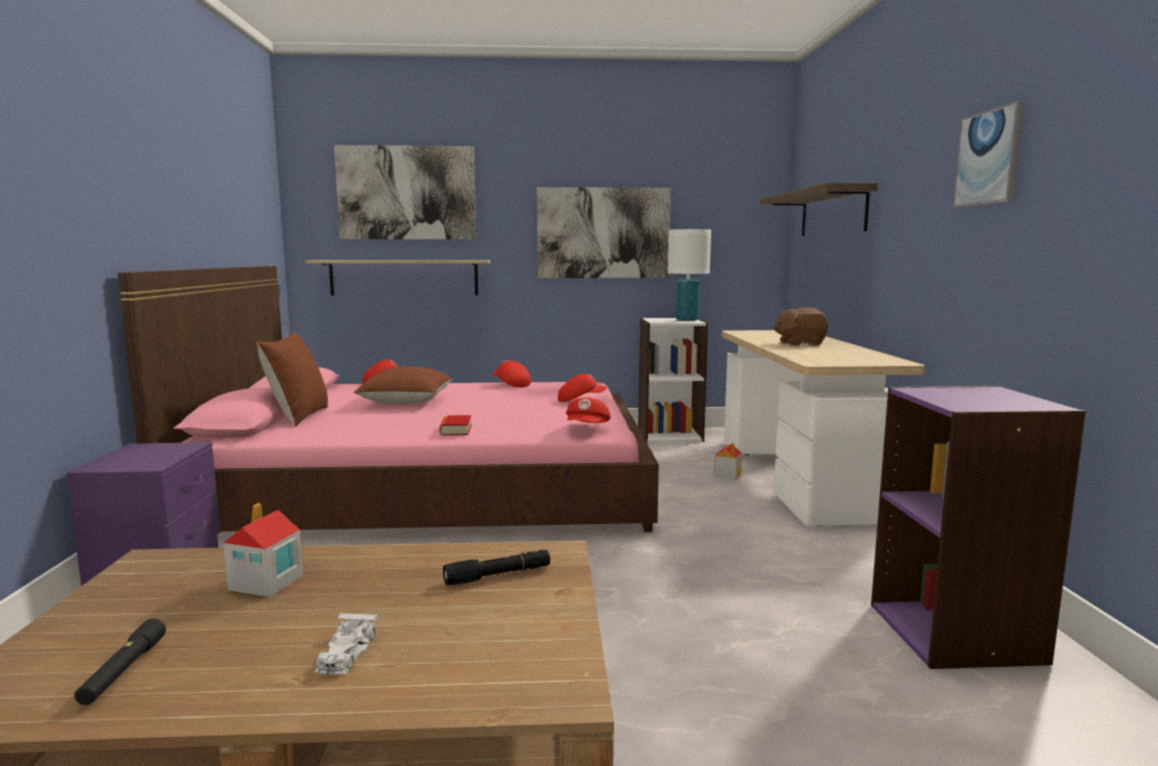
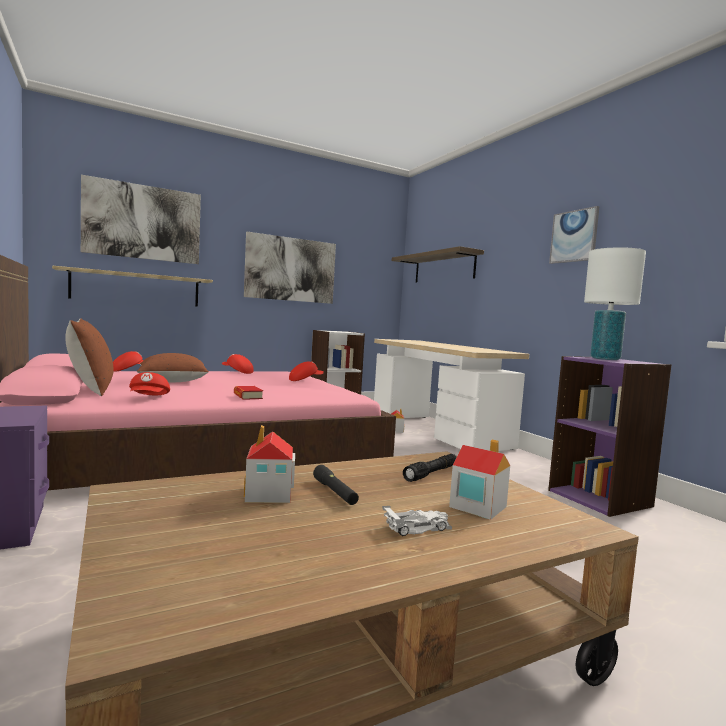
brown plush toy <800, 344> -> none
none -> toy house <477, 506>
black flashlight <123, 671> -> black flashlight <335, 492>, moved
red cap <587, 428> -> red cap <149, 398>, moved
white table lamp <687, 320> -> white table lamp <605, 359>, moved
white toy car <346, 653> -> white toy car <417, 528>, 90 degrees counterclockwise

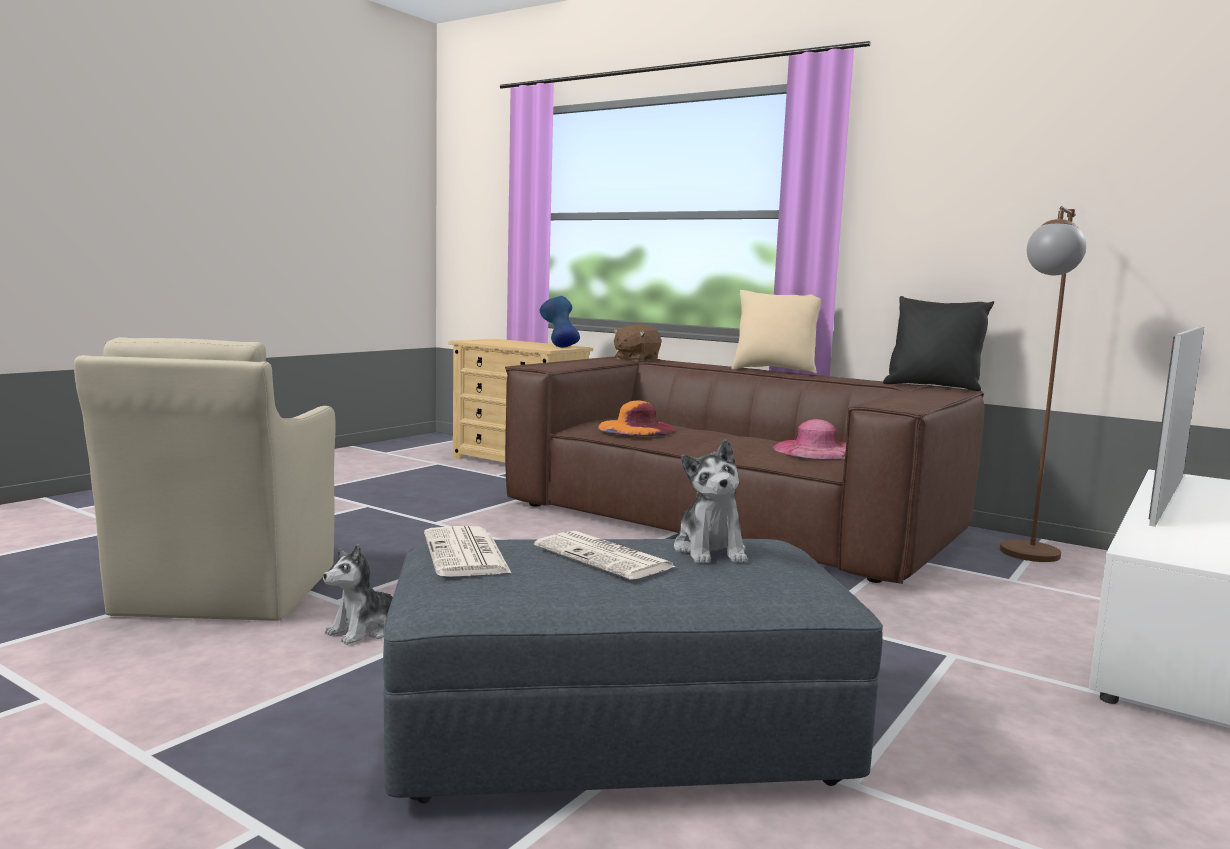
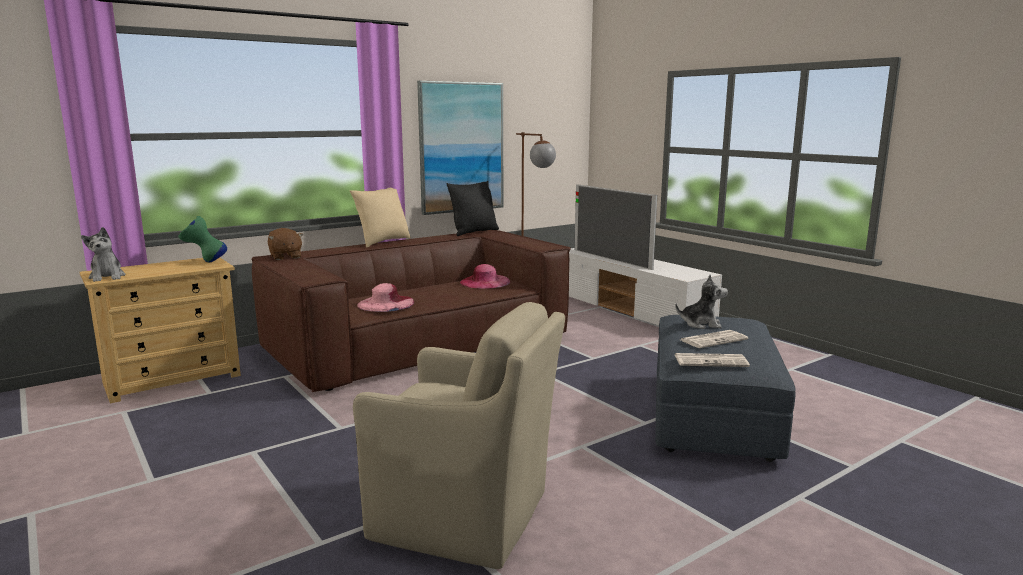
none -> picture <461, 147>
plush toy <364, 630> -> plush toy <107, 277>, moved
blue vase <559, 347> -> green vase <205, 262>
orange hat <637, 428> -> pink hat <386, 303>

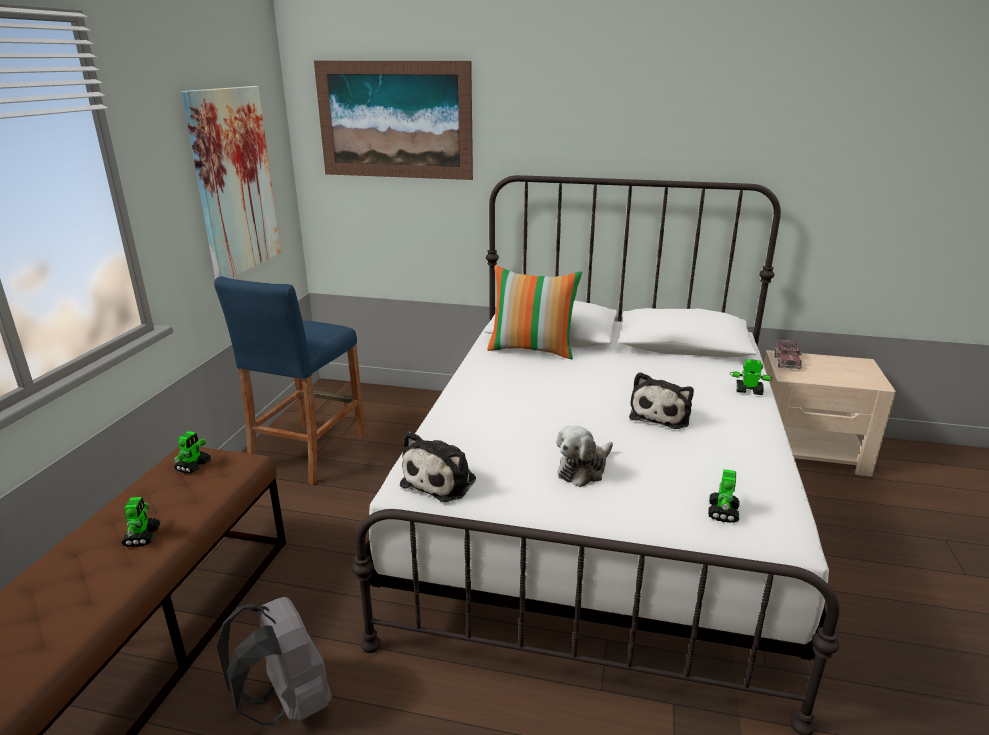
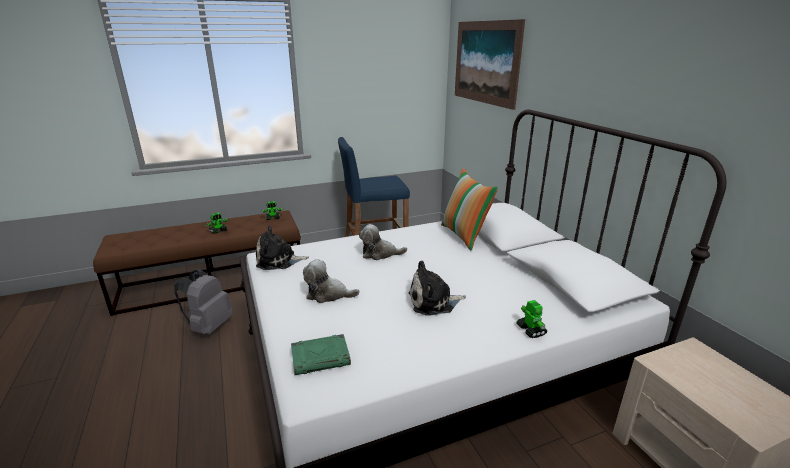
picture <234, 182> -> none
toy truck <786, 362> -> none
none -> plush toy <380, 254>
toy robot <723, 512> -> green book <321, 358>

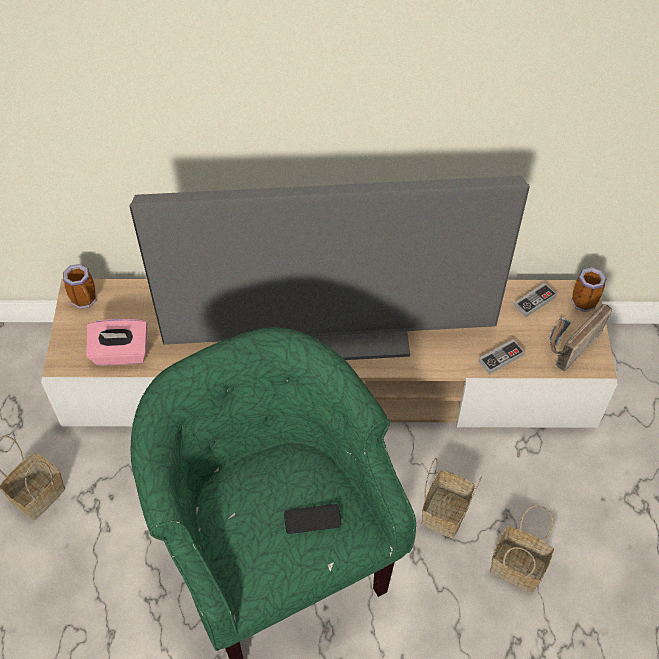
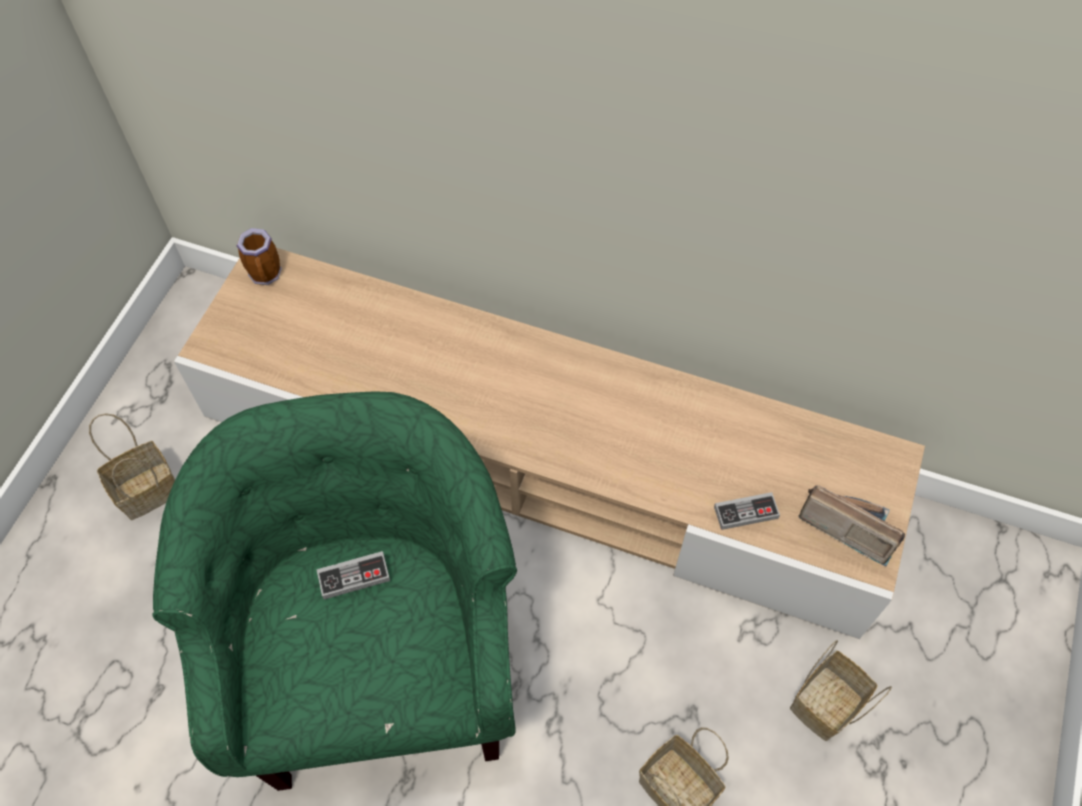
pink tissue box <121, 354> -> none
television <327, 328> -> none
phone <312, 519> -> none
mug <582, 299> -> none
basket <445, 514> -> basket <825, 706>, moved
game controller <534, 301> -> game controller <354, 577>, moved
radio <569, 345> -> radio <846, 524>, 60 degrees clockwise

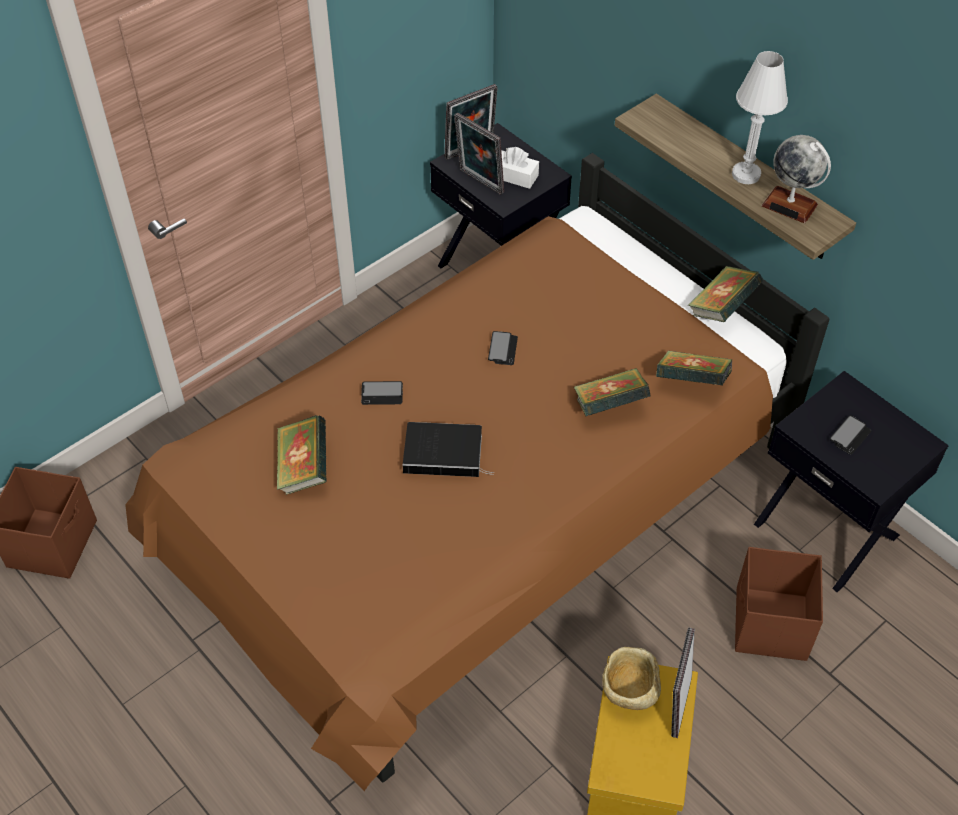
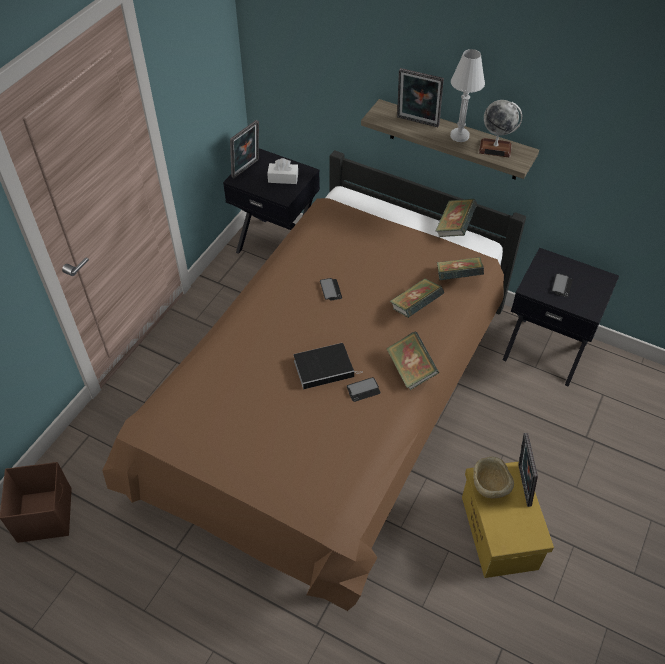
brown storage box <770, 625> -> none
book <303, 469> -> book <411, 370>, moved
phone <382, 394> -> phone <363, 390>, moved
picture frame <479, 183> -> picture frame <417, 123>, moved

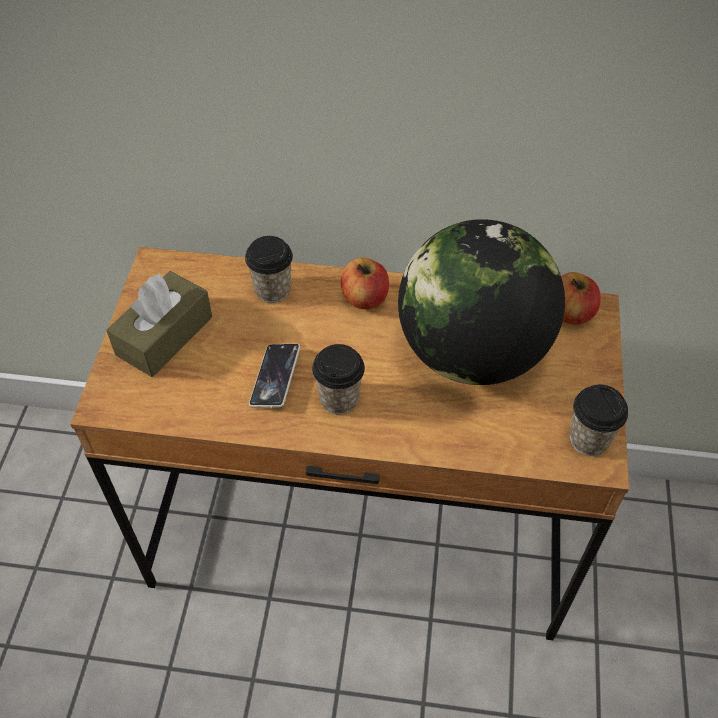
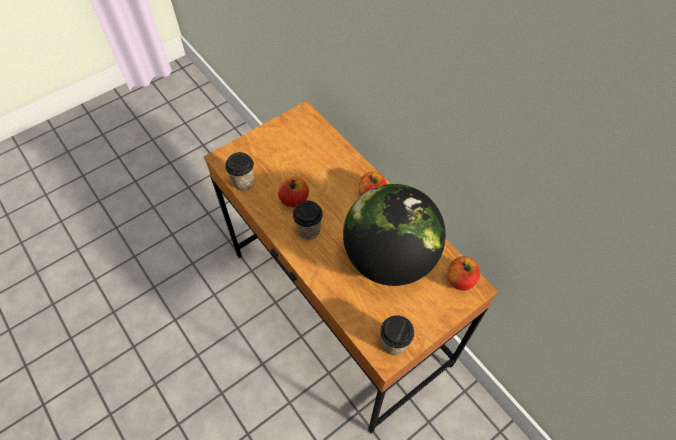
brown tissue box <164, 335> -> none
cup <272, 290> -> cup <244, 182>, moved
phone <275, 378> -> apple <294, 200>

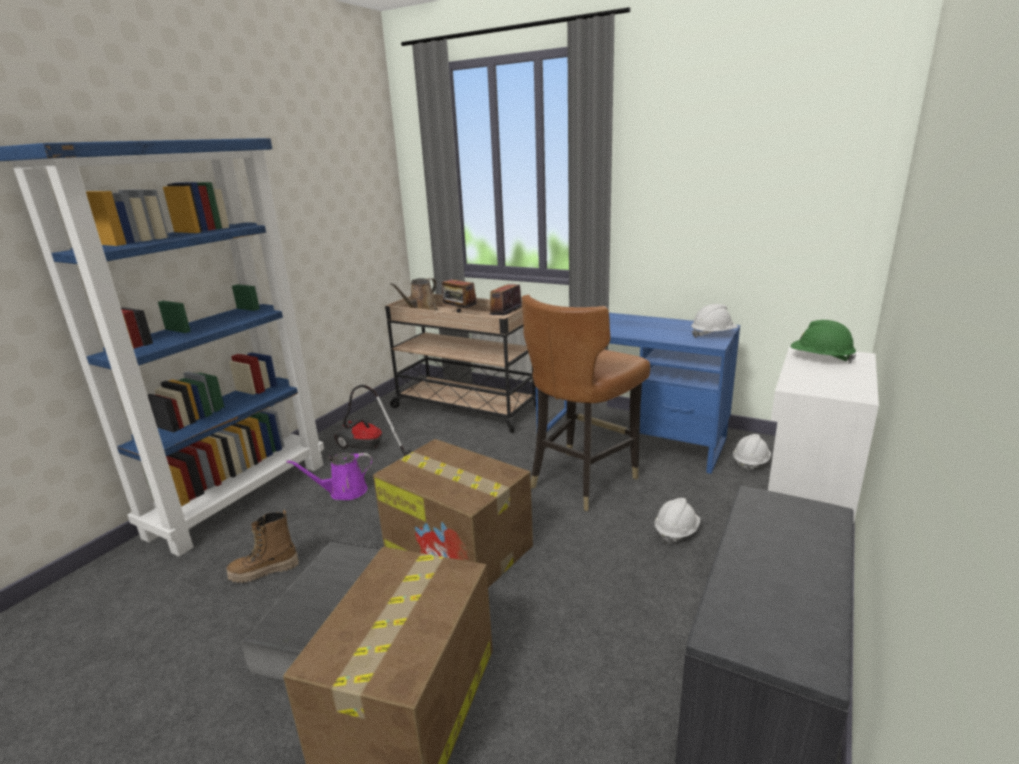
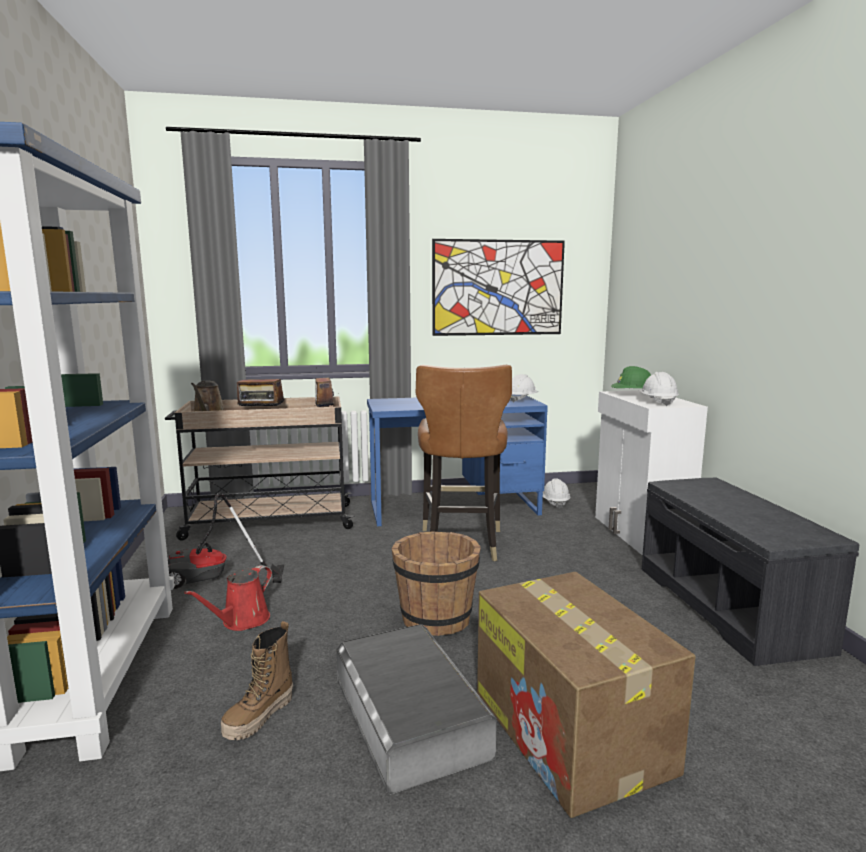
none -> picture <498, 288>
white hard hat <676, 531> -> white hard hat <658, 402>, moved
cardboard box <459, 547> -> brown bucket <436, 618>
purple watering can <344, 492> -> red watering can <242, 621>

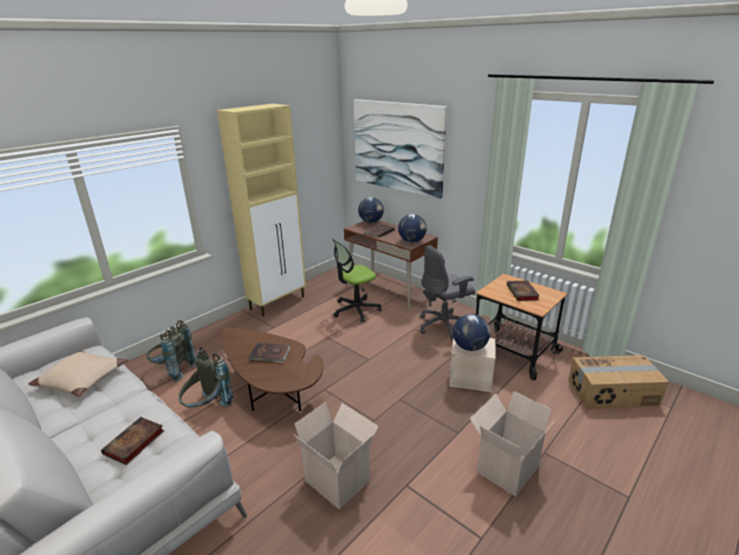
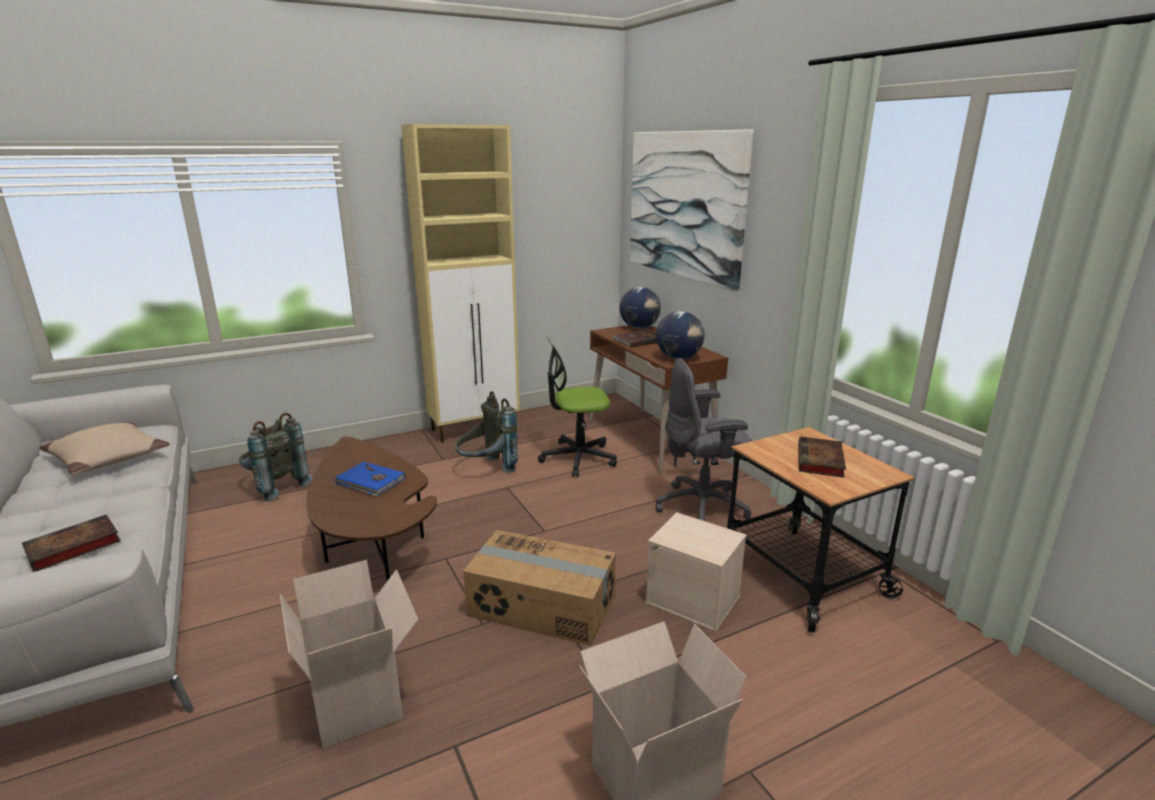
globe <470, 347> -> none
grey backpack <207, 408> -> grey backpack <486, 469>, moved
cardboard box <613, 393> -> cardboard box <542, 606>, moved
brown book <270, 354> -> blue book <370, 482>

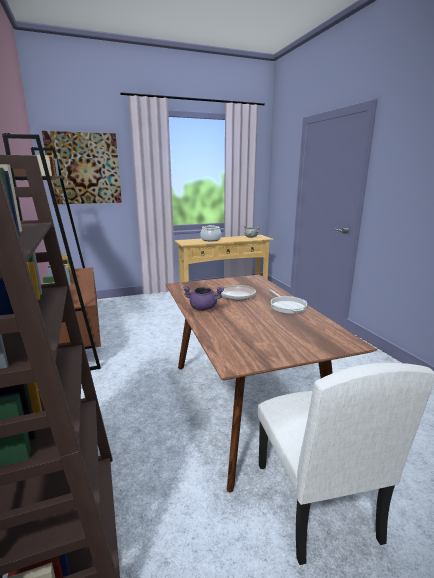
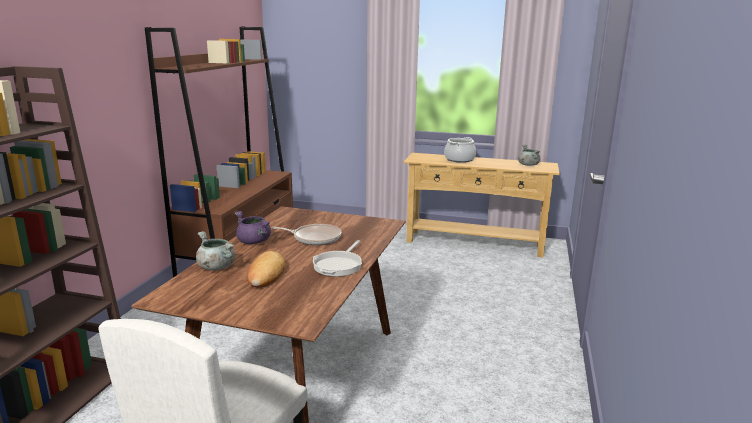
picture <84, 168> -> none
none -> grey cooking pot <216, 267>
none -> bread <266, 274>

